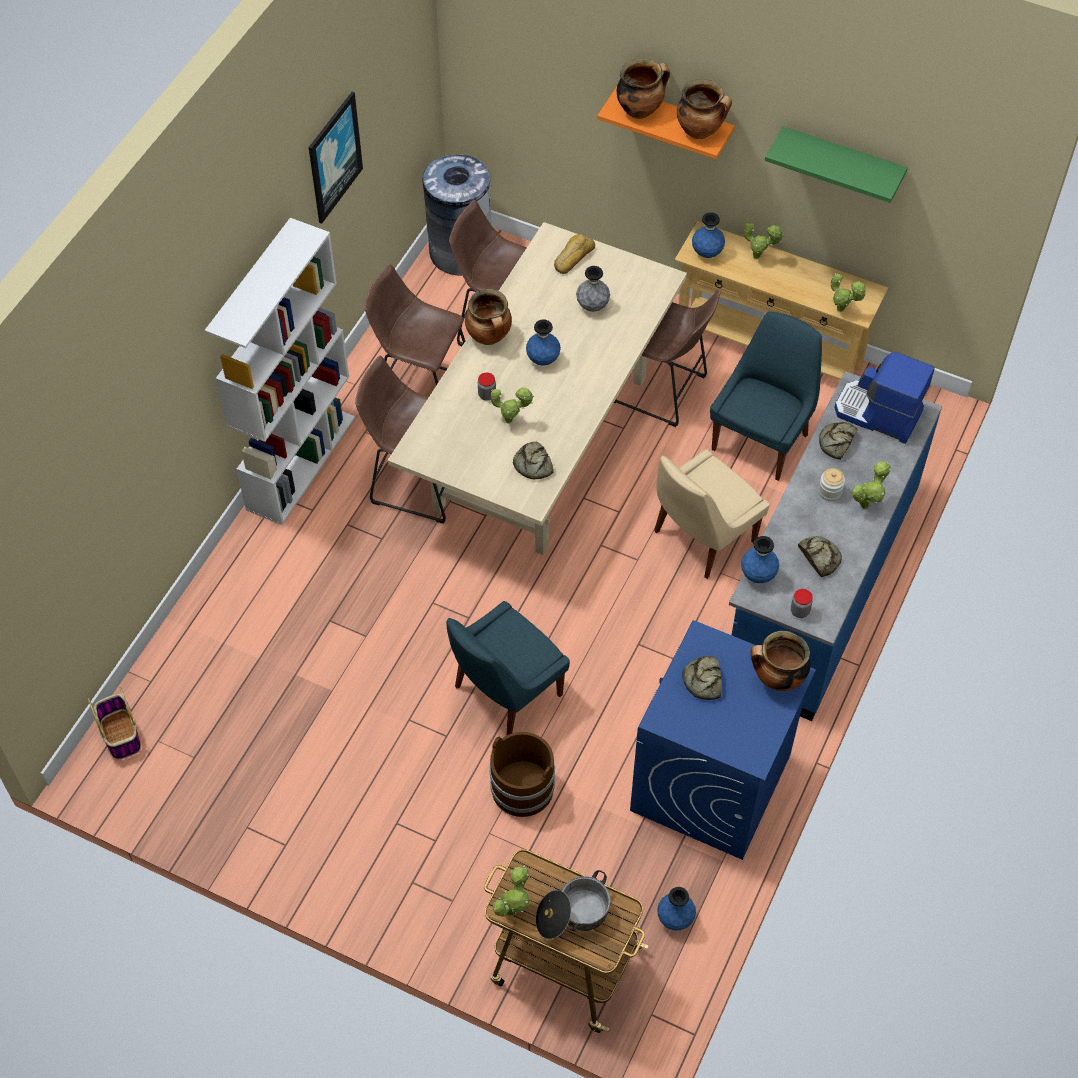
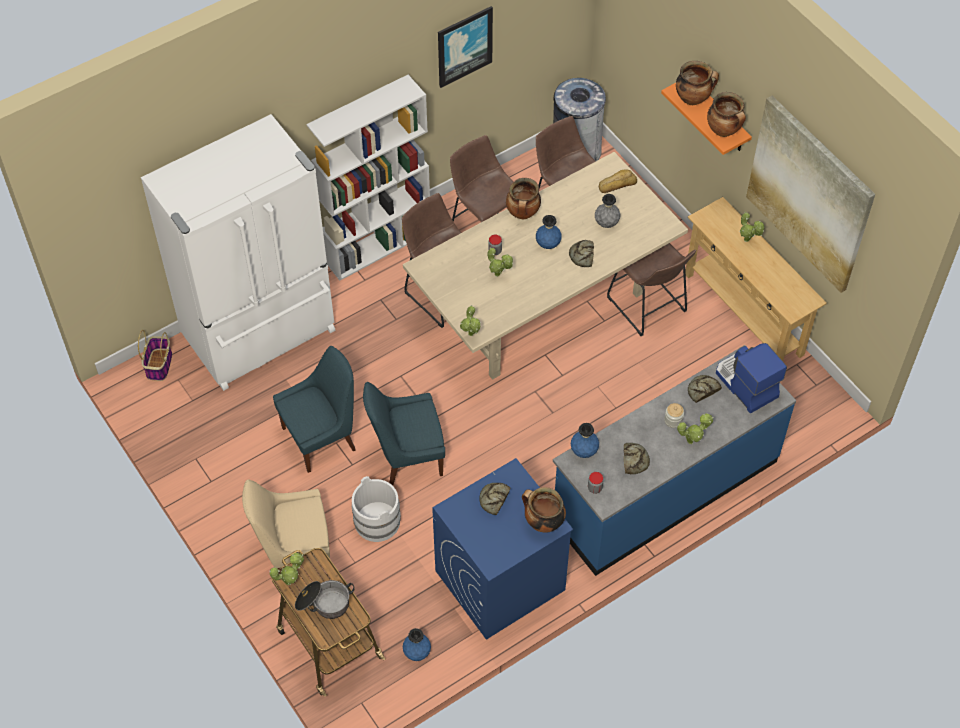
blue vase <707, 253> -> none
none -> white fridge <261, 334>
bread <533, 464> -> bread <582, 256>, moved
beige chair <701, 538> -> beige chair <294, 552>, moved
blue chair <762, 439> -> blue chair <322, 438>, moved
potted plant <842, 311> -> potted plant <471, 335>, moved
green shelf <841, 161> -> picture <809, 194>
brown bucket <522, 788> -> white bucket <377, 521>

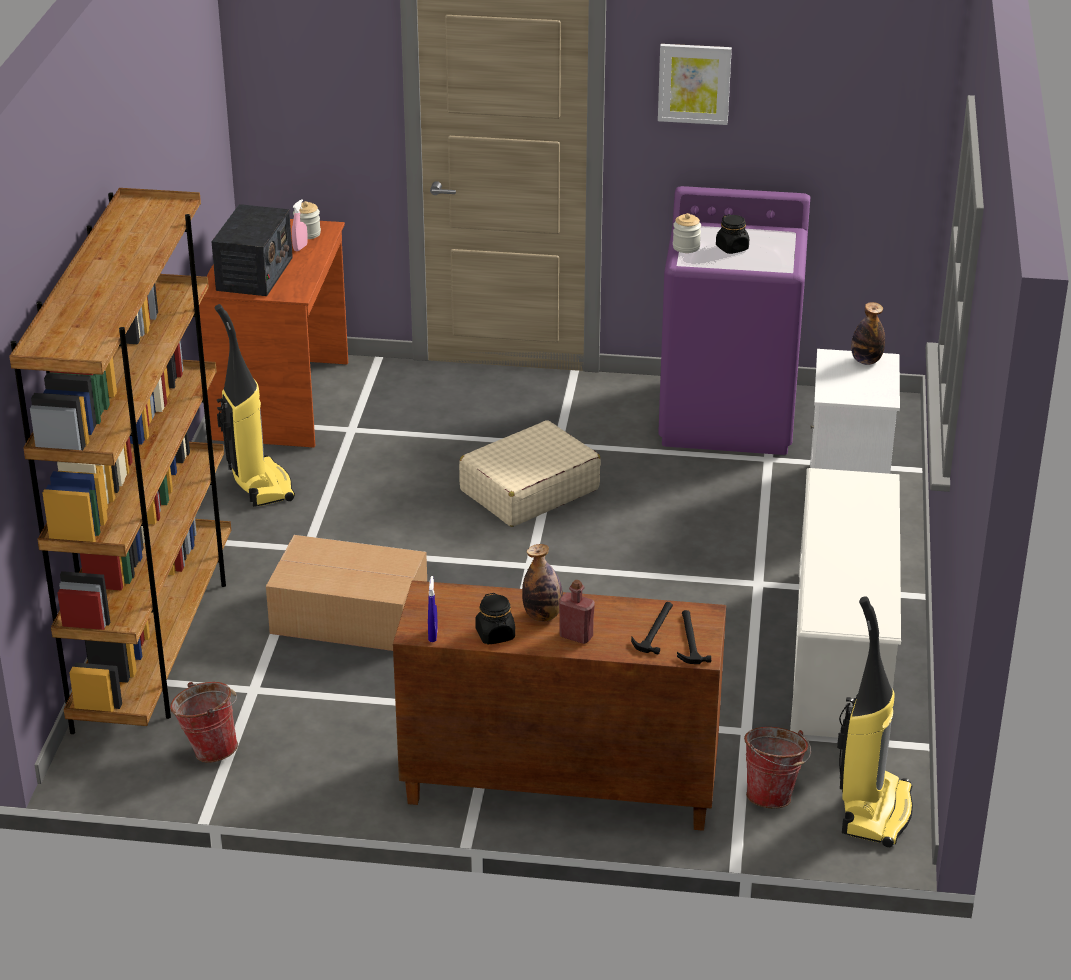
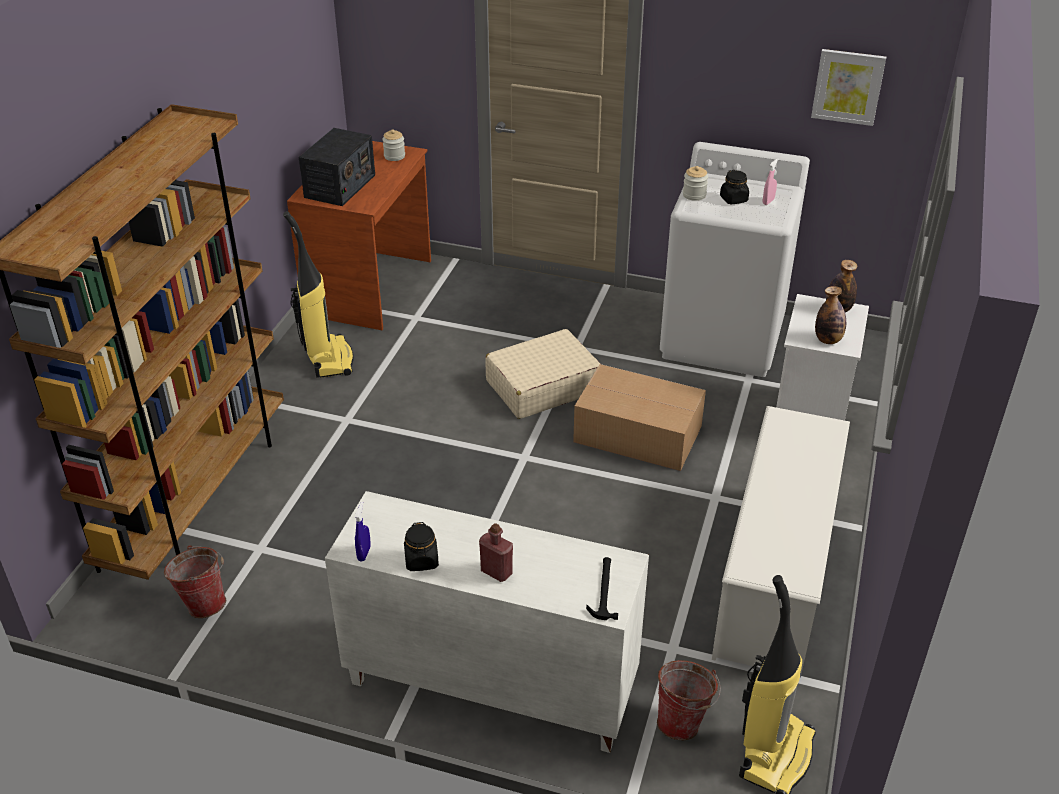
hammer <655, 629> -> none
cardboard box <351, 617> -> cardboard box <639, 435>, moved
pink spray bottle <300, 247> -> pink spray bottle <768, 201>, moved
bottle <543, 615> -> bottle <828, 340>, moved
picture <694, 83> -> picture <848, 86>, moved
brown cabinet <557, 788> -> white cabinet <488, 686>
purple washing machine <729, 417> -> white washing machine <723, 338>

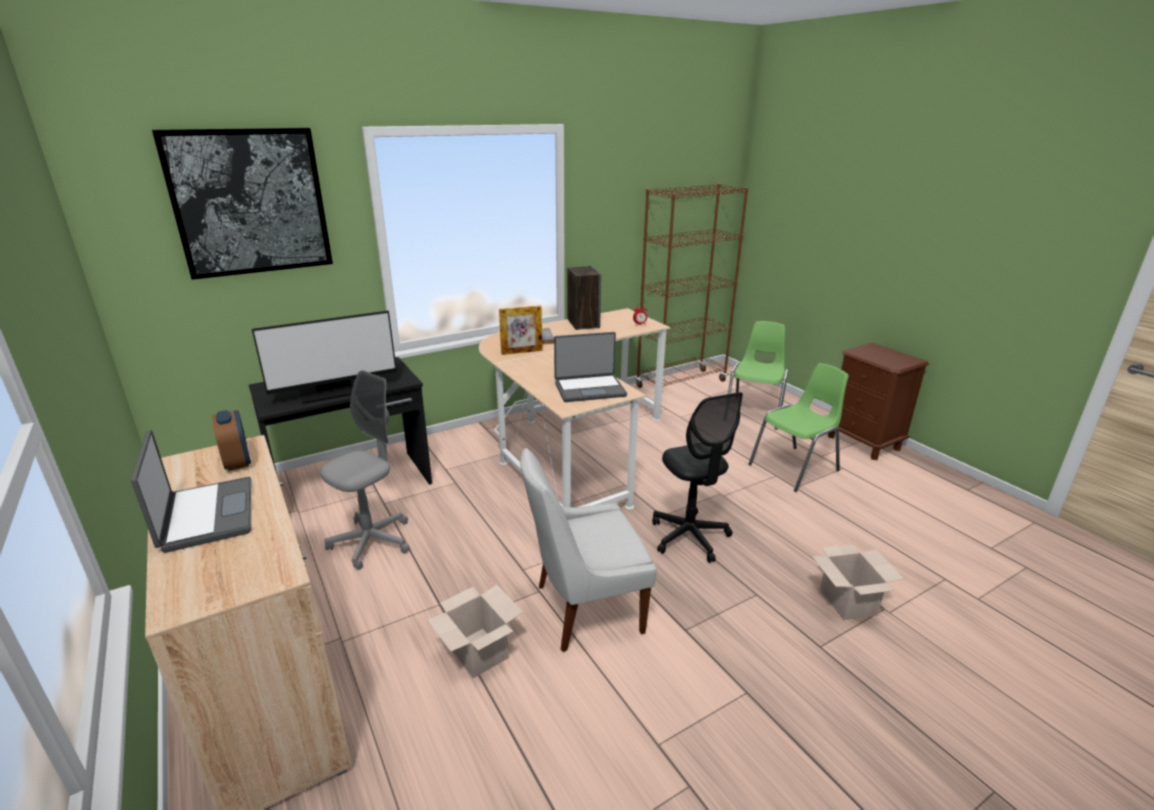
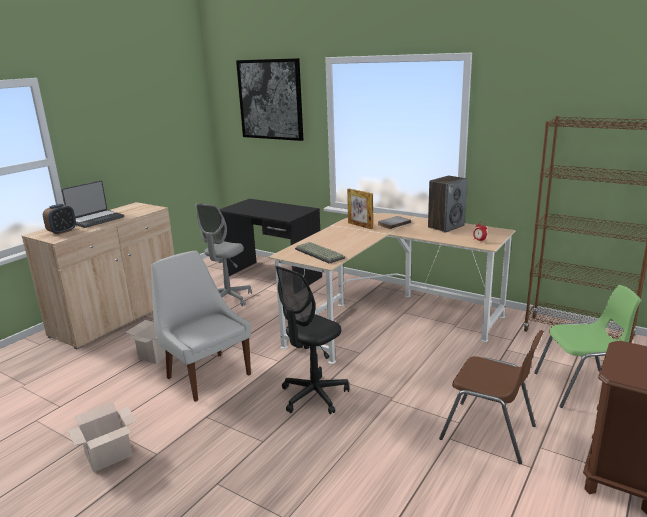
monitor <335, 391> -> none
alarm clock <237, 462> -> alarm clock <62, 231>, moved
cardboard box <849, 602> -> cardboard box <108, 456>, moved
laptop <589, 389> -> keyboard <320, 253>
green chair <795, 468> -> brown chair <489, 433>
grey office chair <371, 542> -> grey office chair <227, 299>, 105 degrees clockwise

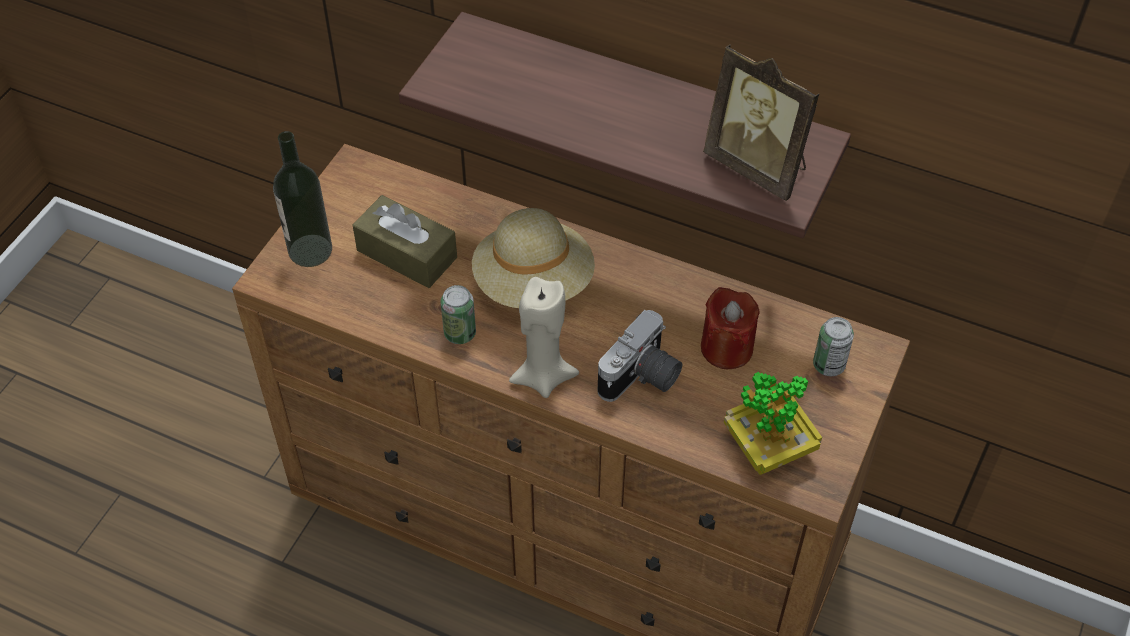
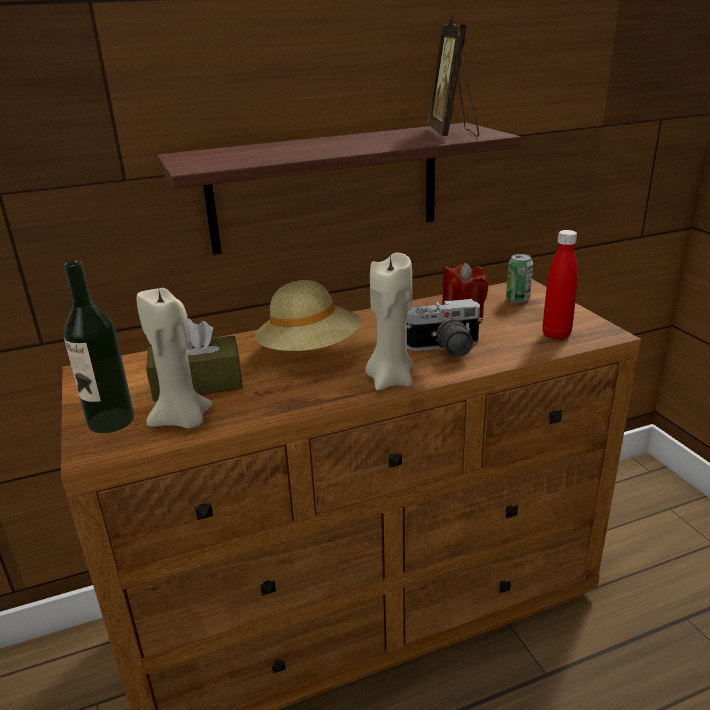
can <460, 333> -> none
none -> beige candle <183, 420>
potted plant <768, 447> -> red bottle <556, 335>
photo camera <642, 378> -> photo camera <445, 349>, 90 degrees clockwise
picture frame <758, 167> -> picture frame <453, 134>, 90 degrees clockwise

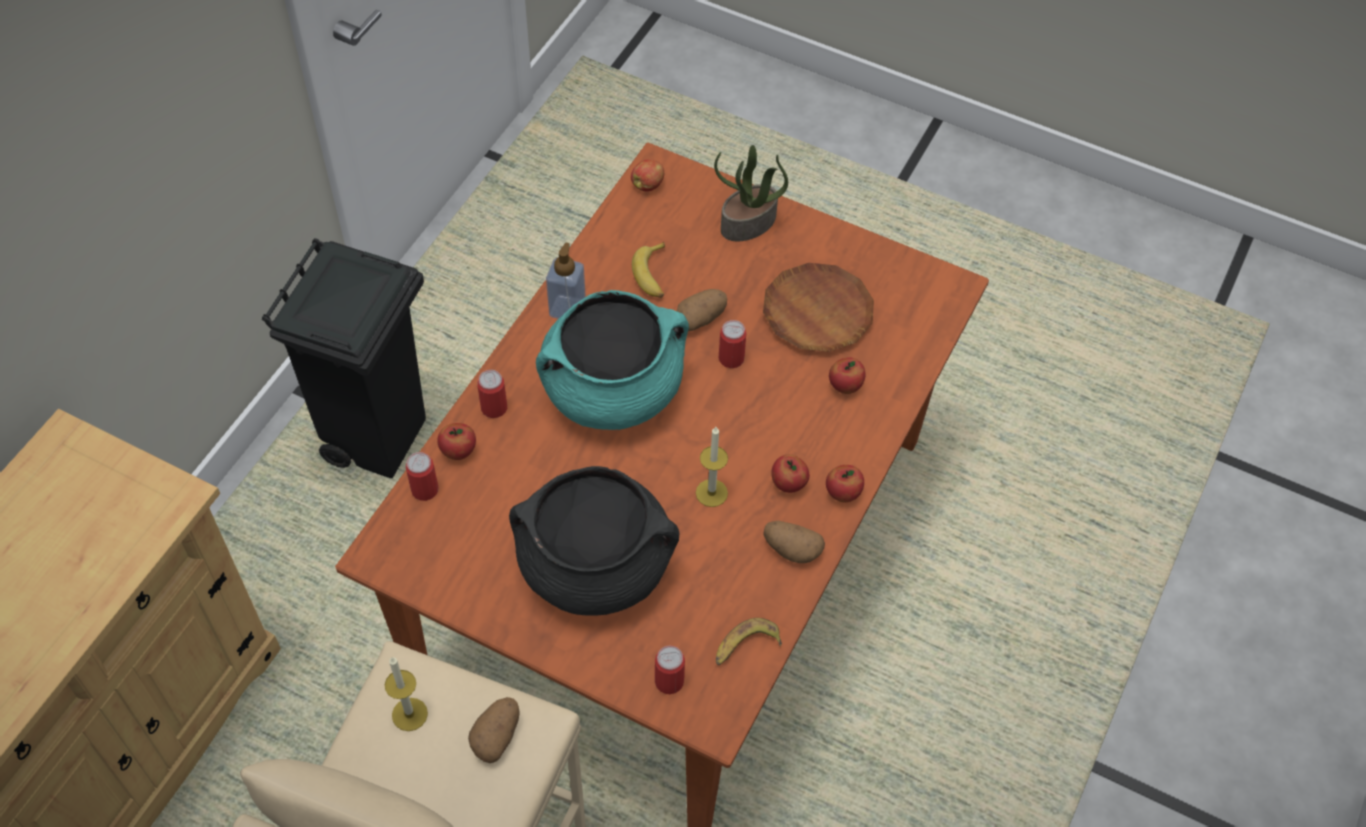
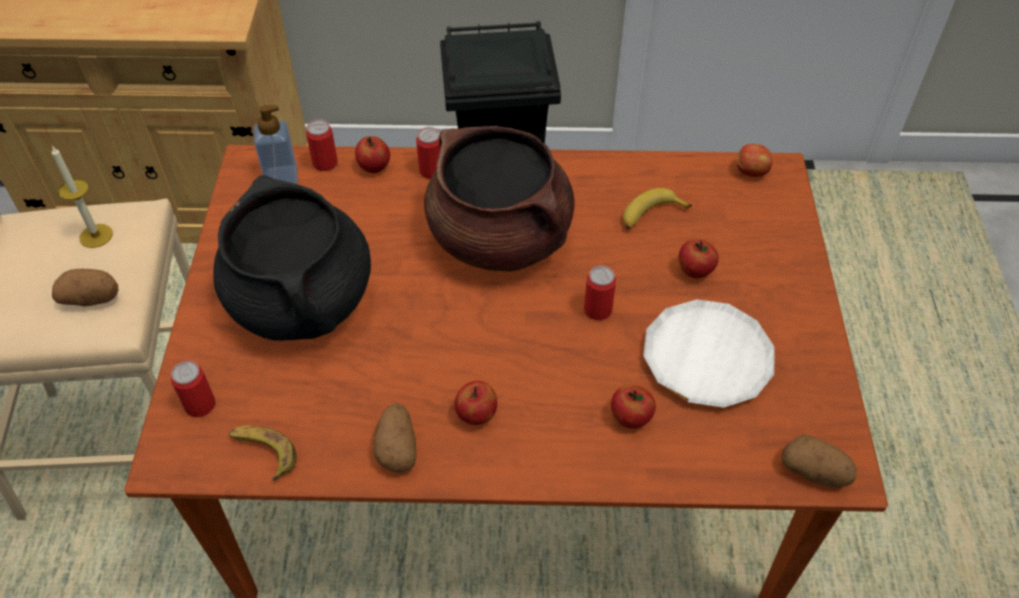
candle <711, 493> -> none
potted plant <748, 224> -> none
soap dispenser <567, 309> -> soap dispenser <281, 177>, moved
potato <701, 318> -> potato <814, 472>, moved
apple <842, 493> -> apple <695, 271>, moved
turquoise cooking pot <613, 390> -> brown cooking pot <500, 239>
brown plate <817, 312> -> white plate <707, 358>

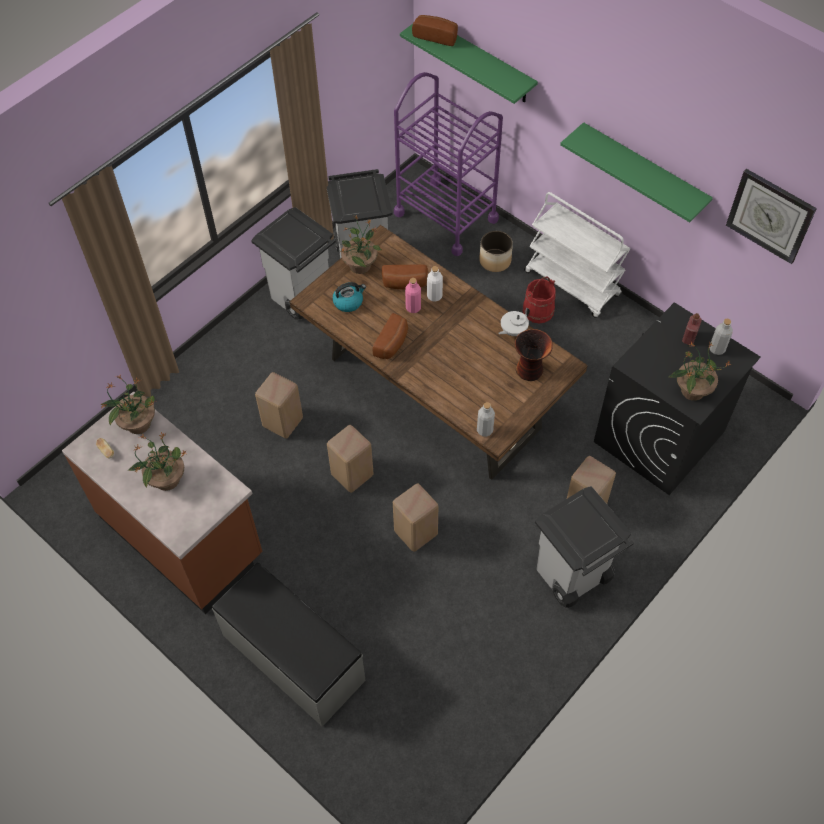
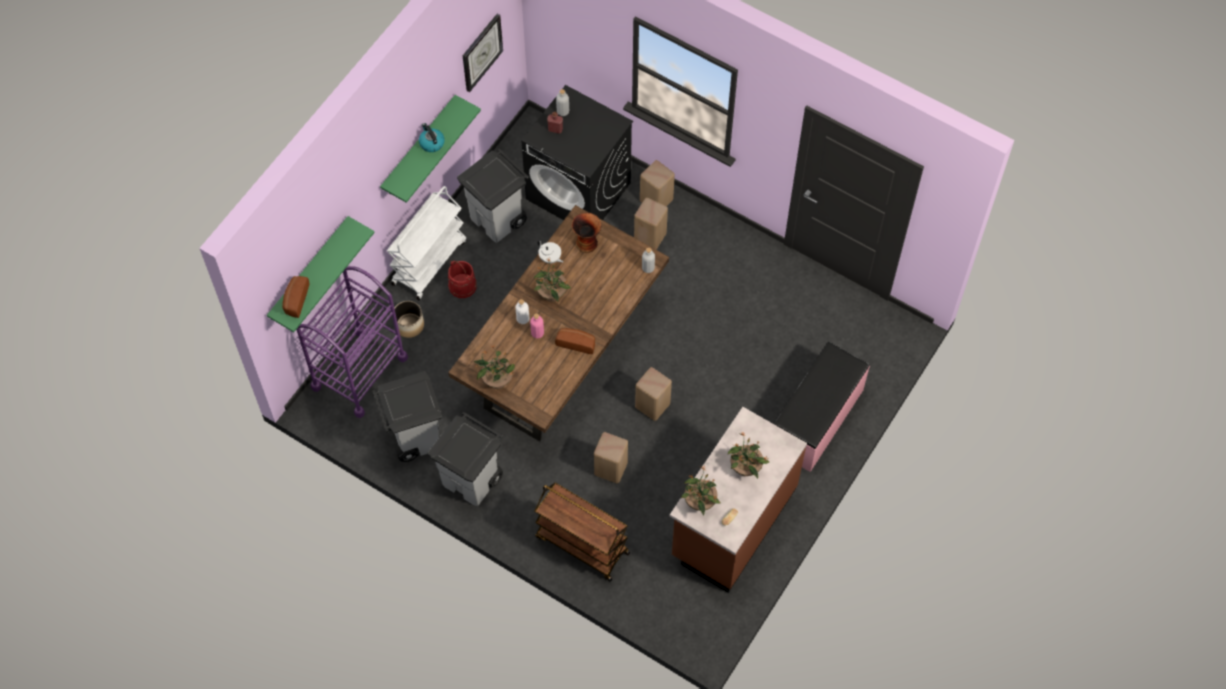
bread <404, 284> -> none
none -> brown cart <581, 545>
kettle <348, 302> -> kettle <431, 143>, moved
beige stool <414, 532> -> beige stool <656, 201>, moved
grey trash can <572, 576> -> grey trash can <498, 219>, moved
potted plant <691, 390> -> potted plant <552, 294>, moved
grey bench <292, 658> -> pink bench <817, 419>

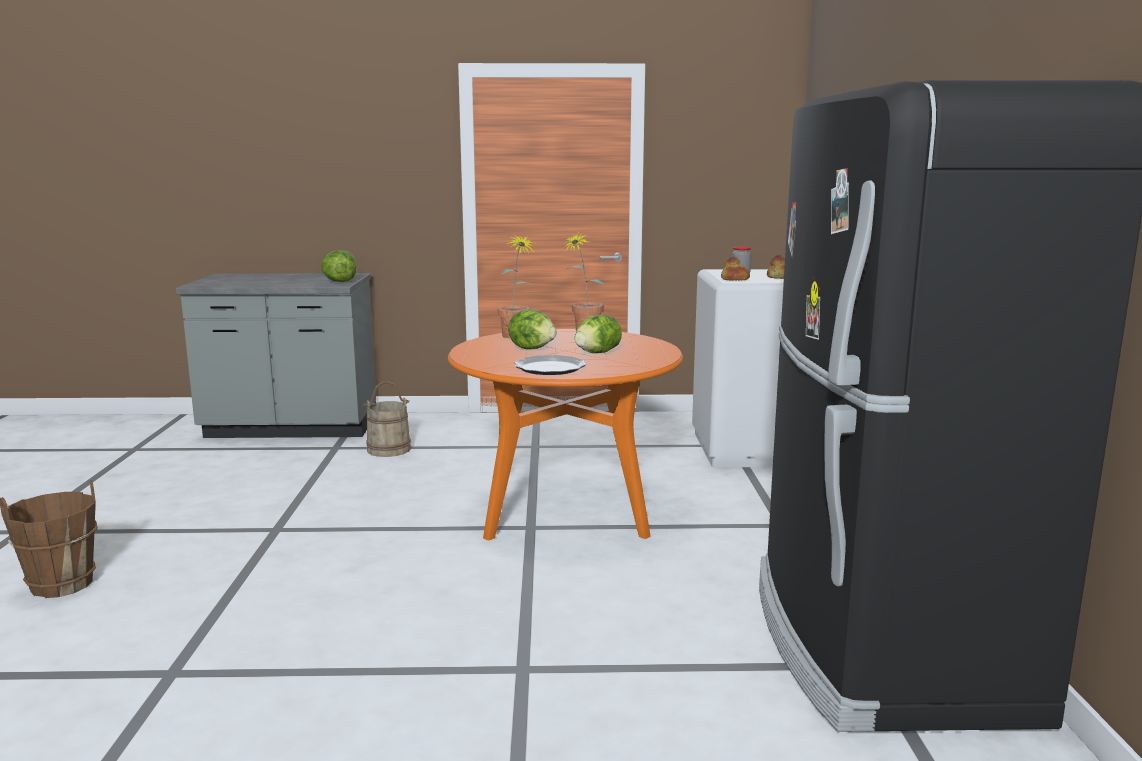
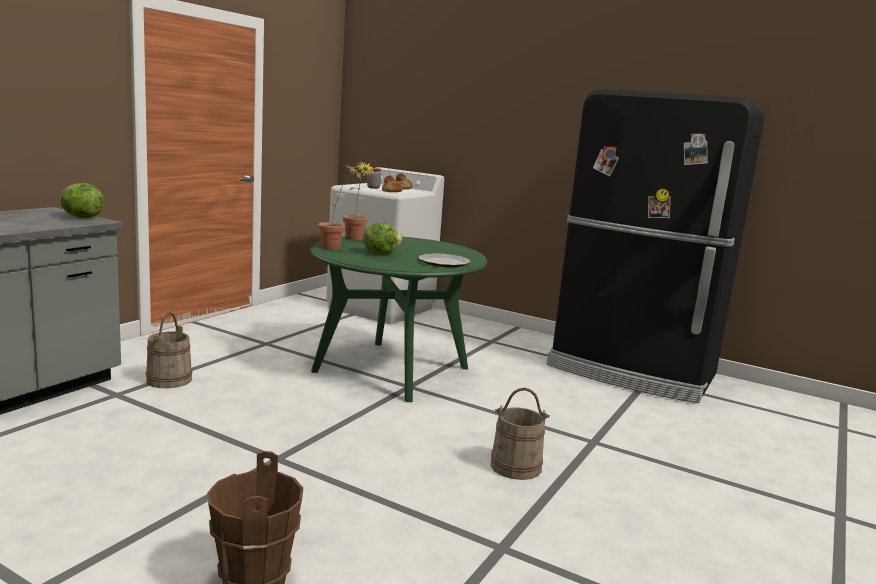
lettuce <597, 353> -> none
none -> beige bucket <516, 466>
orange dining table <565, 507> -> green dining table <391, 369>

